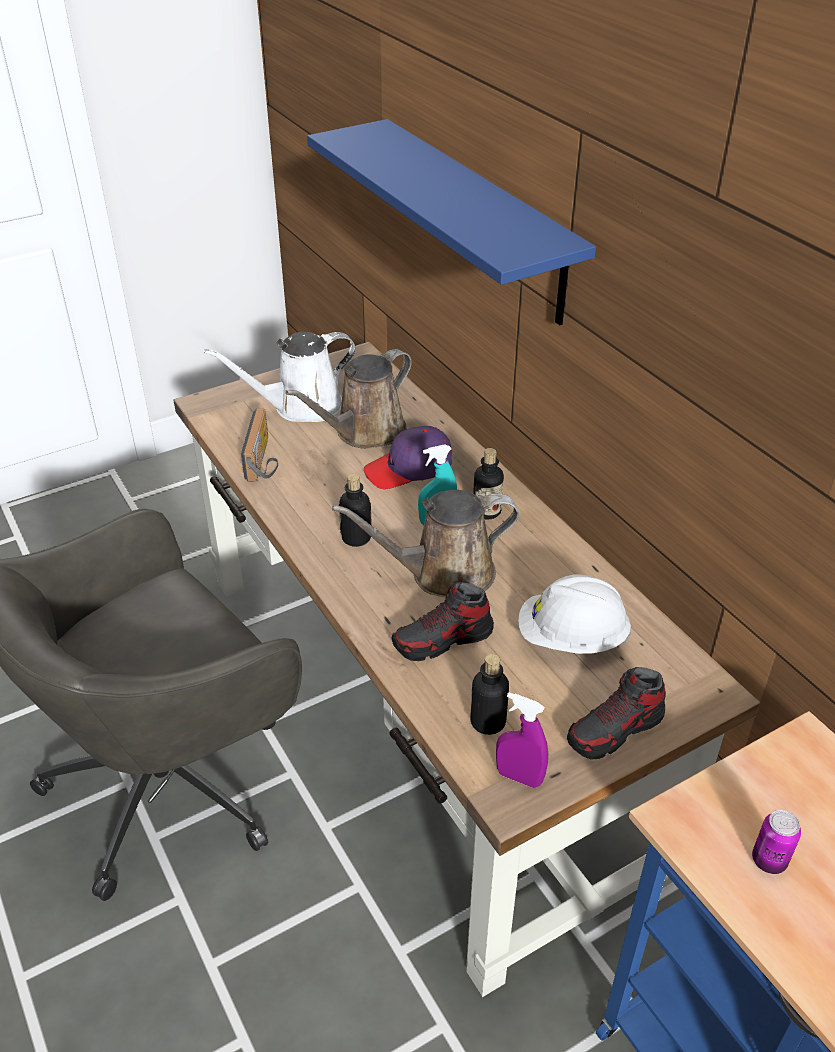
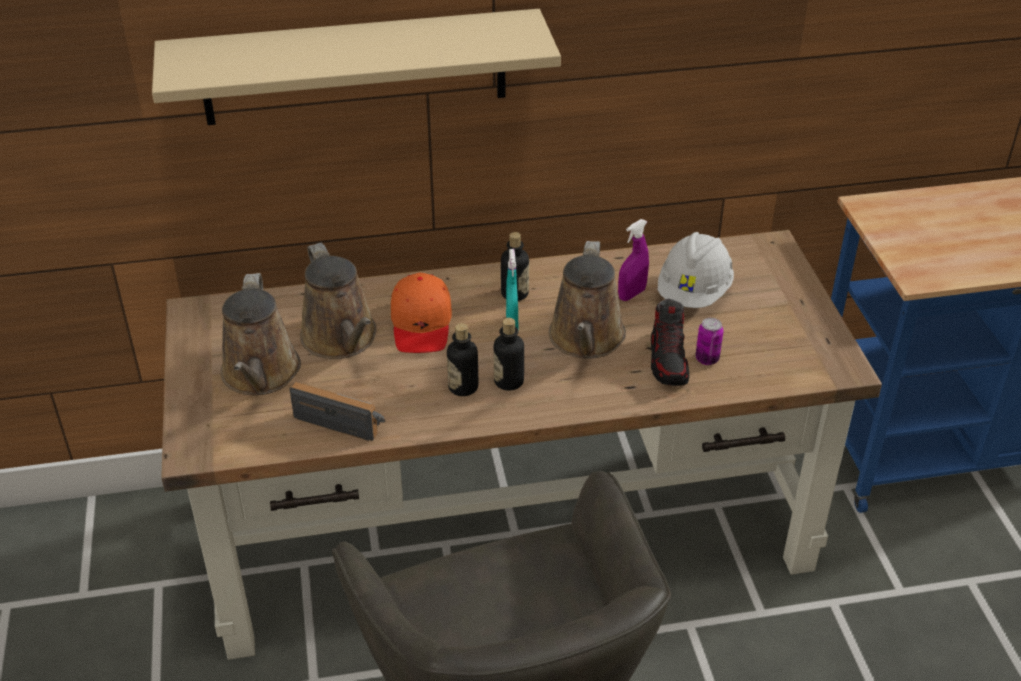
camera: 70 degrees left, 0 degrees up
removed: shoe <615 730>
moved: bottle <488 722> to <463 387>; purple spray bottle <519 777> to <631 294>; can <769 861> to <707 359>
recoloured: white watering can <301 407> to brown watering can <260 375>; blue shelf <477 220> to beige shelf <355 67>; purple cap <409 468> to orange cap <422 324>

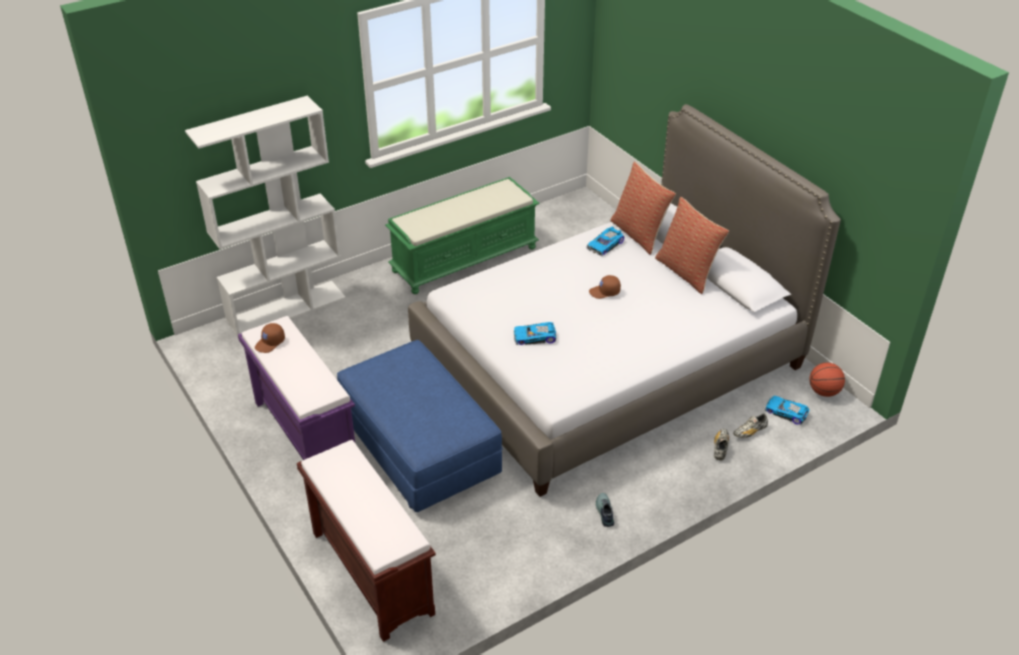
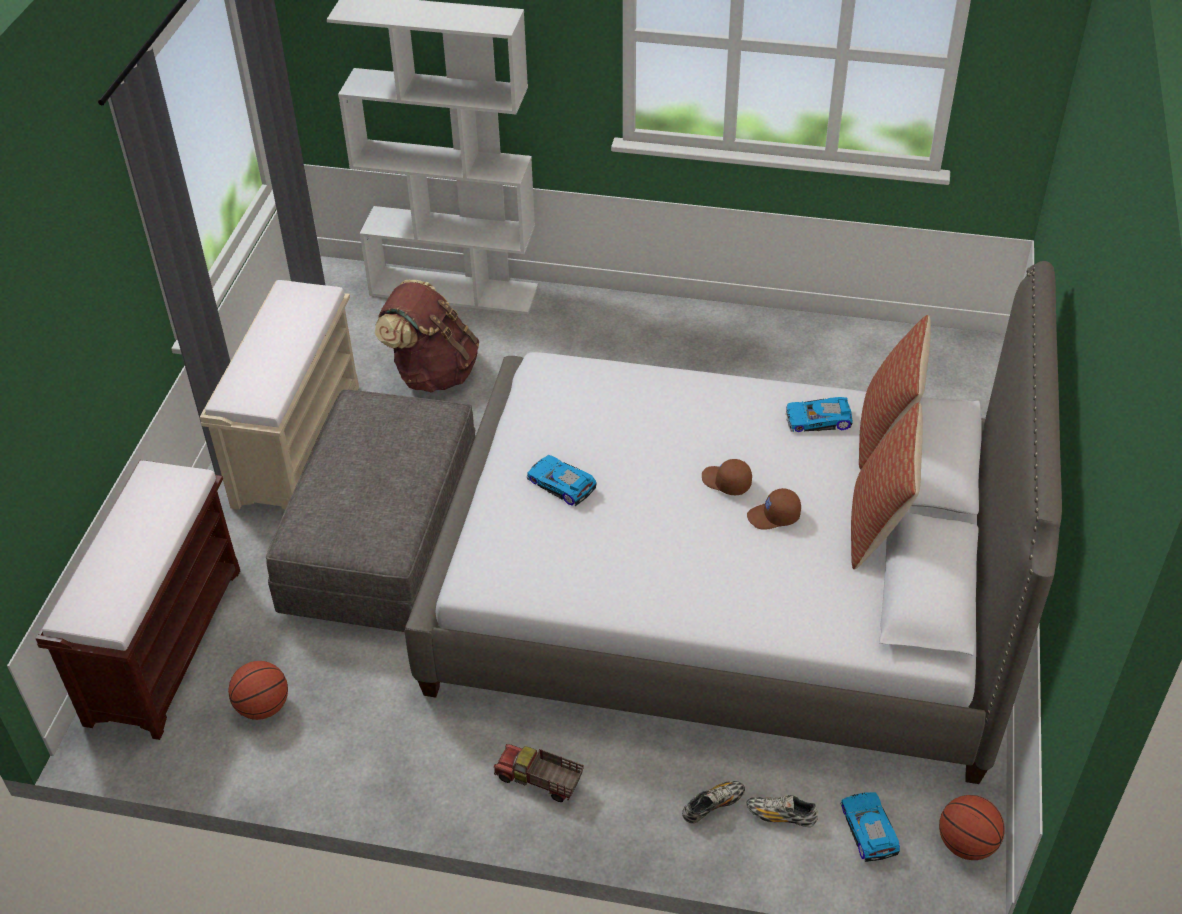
camera: 45 degrees right, 5 degrees up
removed: green bench <465 258>; shoe <604 512>
added: basketball <263 707>; brown backpack <433 373>; toy truck <539 781>
moved: brown cap <270 343> to <774 517>
recoloured: purple bench <304 433> to beige bench <297 443>; blue ottoman <420 445> to grey ottoman <383 539>

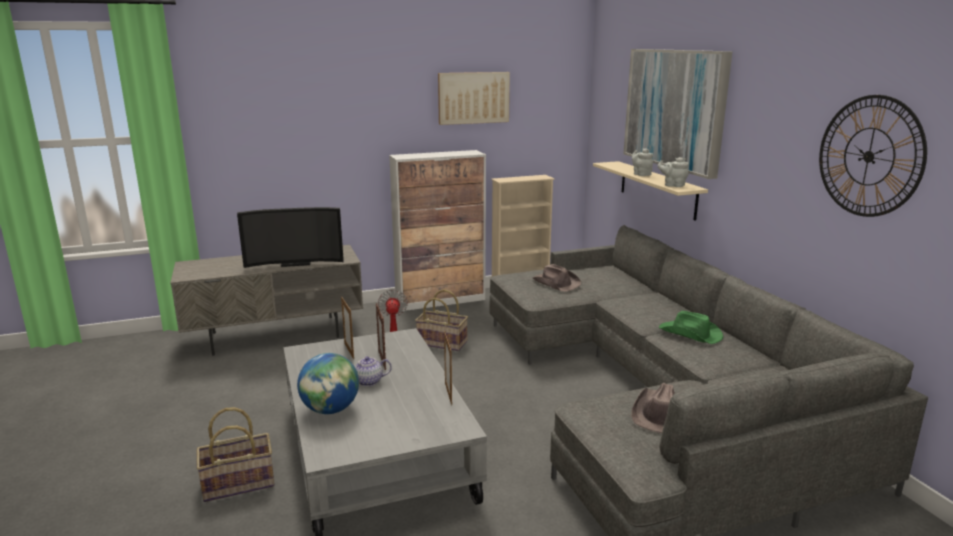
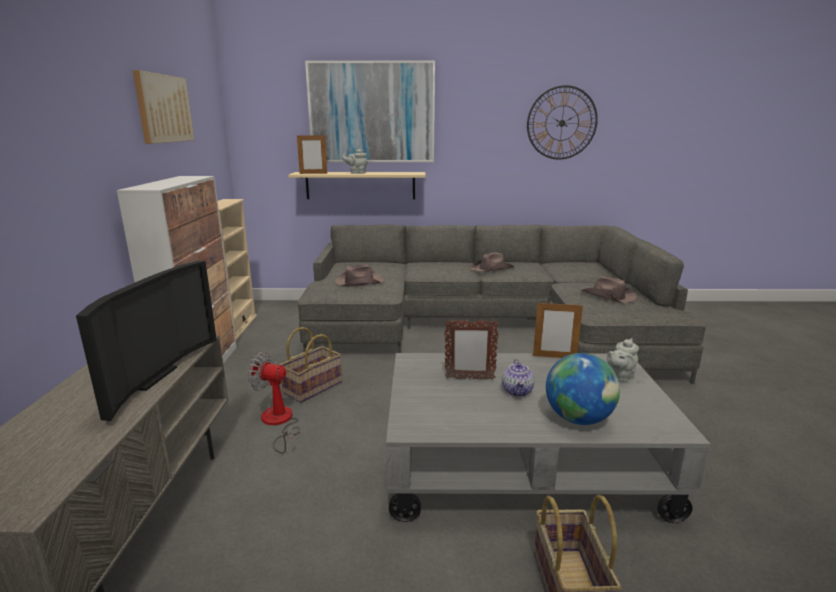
camera: 70 degrees left, 0 degrees up
moved: picture frame <349 351> to <313 173>; grey teapot <673 185> to <620 377>
recoloured: green hat <690 334> to brown hat <492 268>

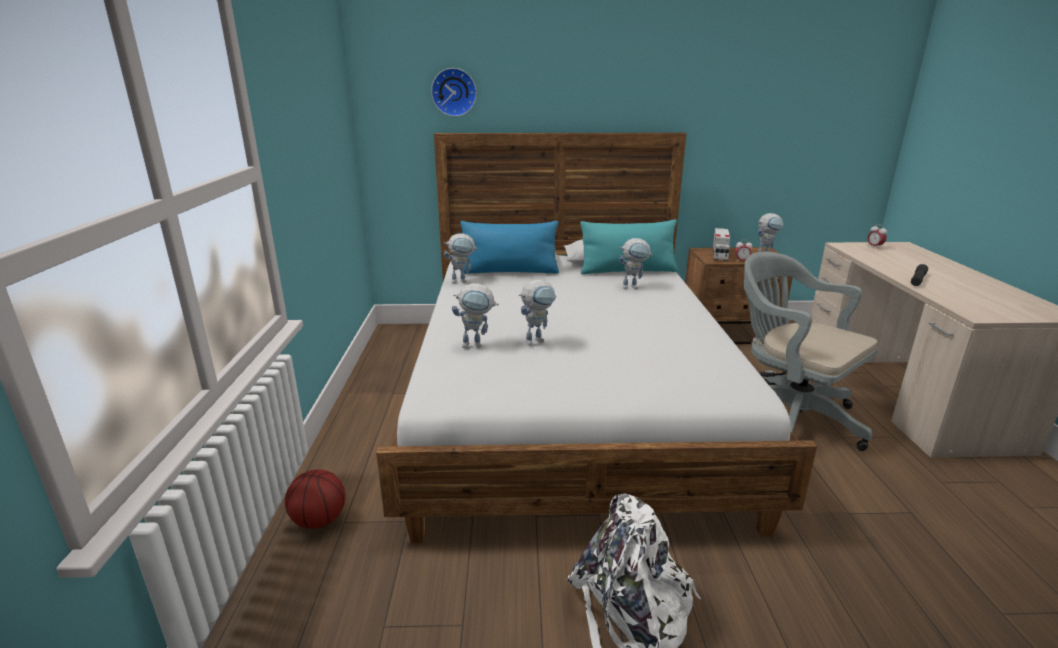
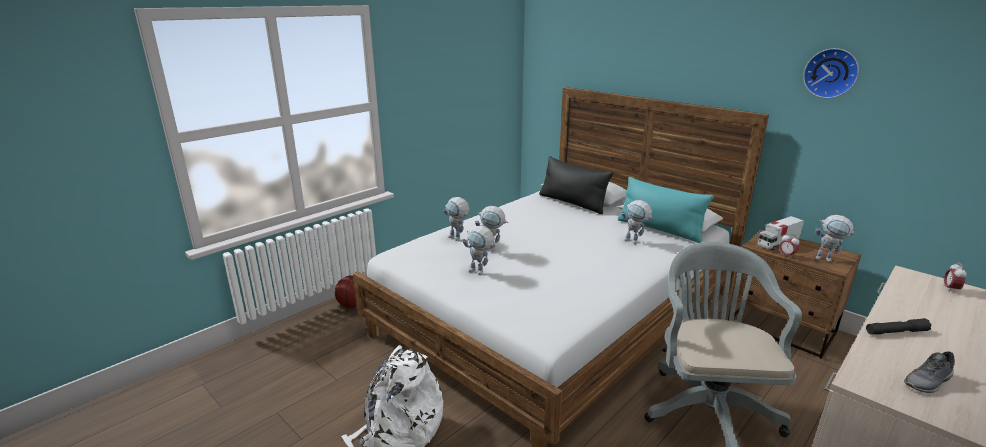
camera: 45 degrees right, 0 degrees up
added: grey shoe <928 382>
moved: wall clock <454 92> to <831 73>; toy robot <462 281> to <480 272>
recoloured: blue pillow <509 271> to black pillow <572 203>

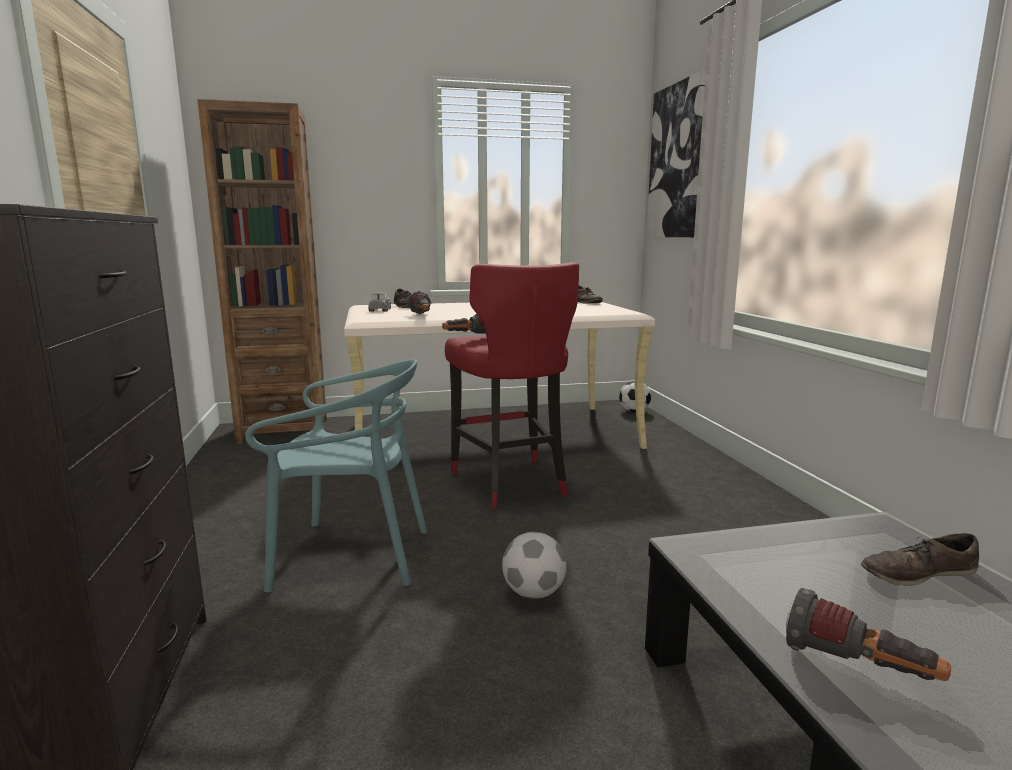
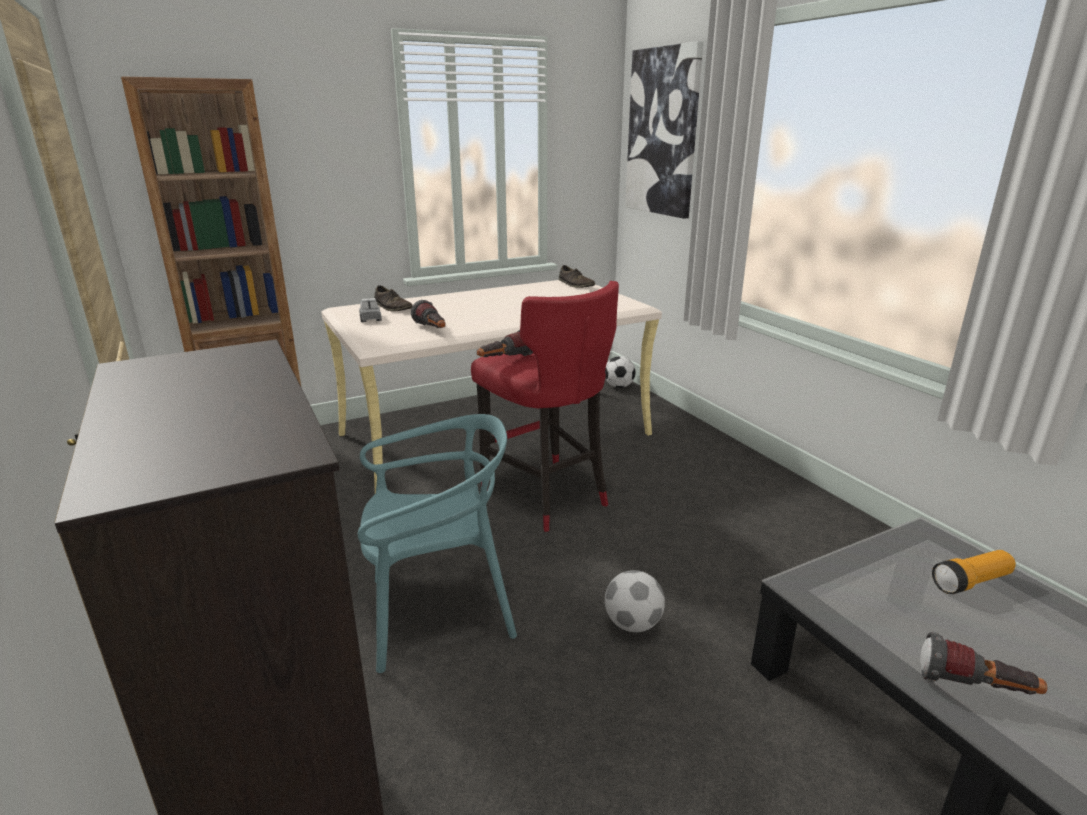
camera: 15 degrees left, 10 degrees up
replaced: brown shoe <917 573> to flashlight <971 582>

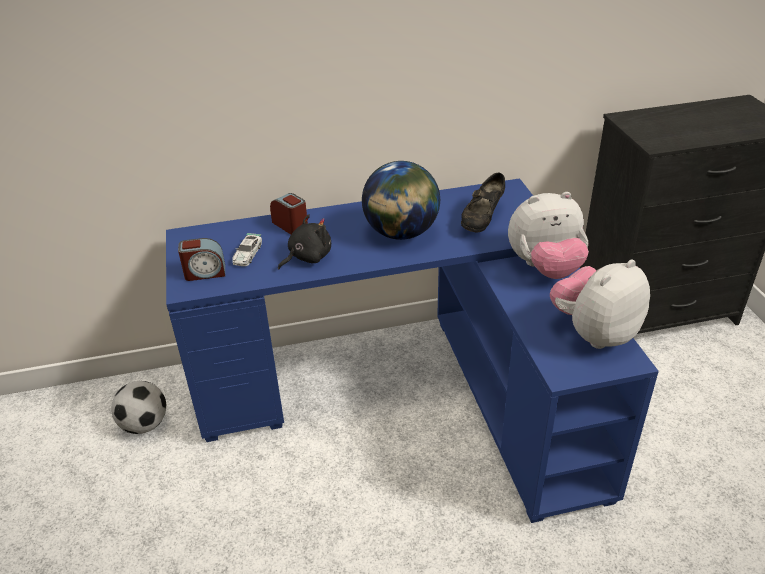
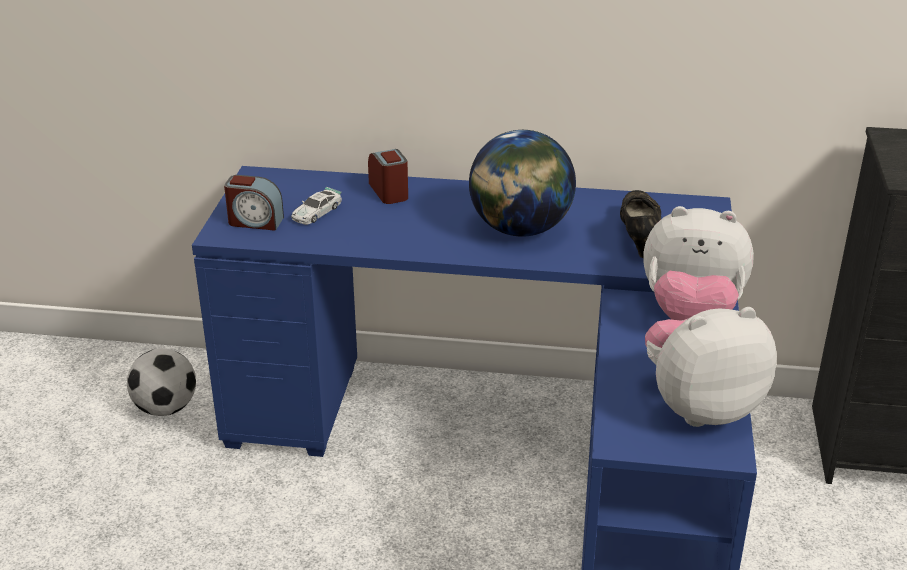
camera: 20 degrees right, 5 degrees down
removed: black plush toy <307 257>
turned: black shoe <482 220> = <638 237> 135 degrees clockwise

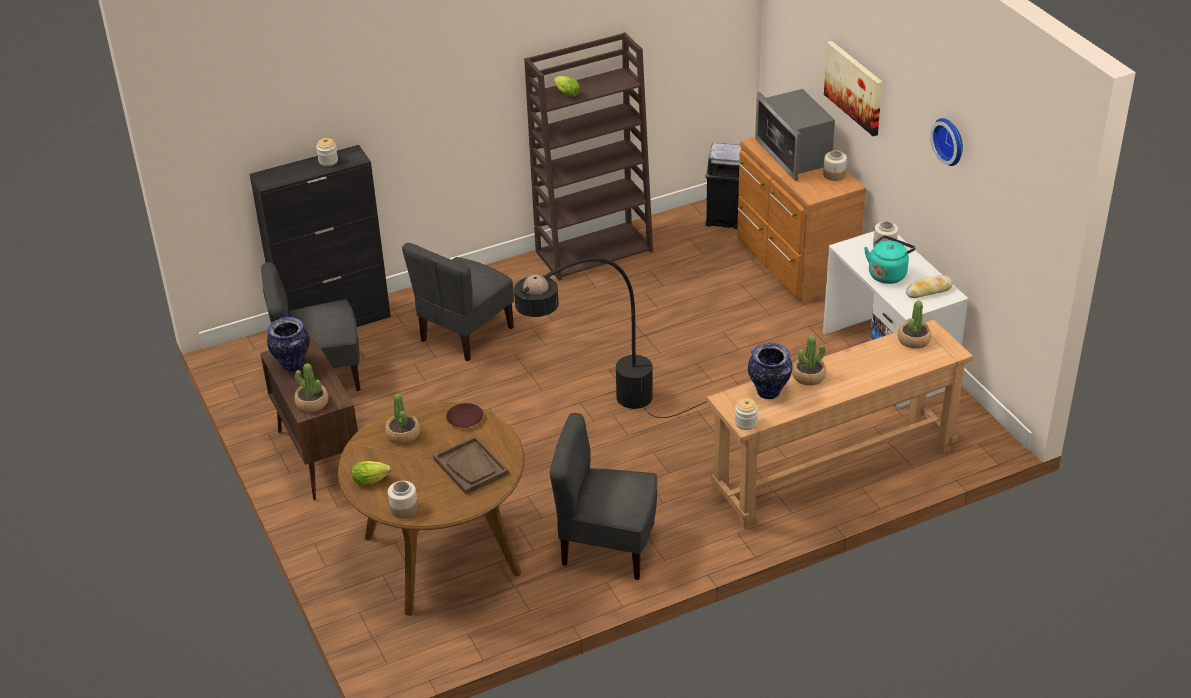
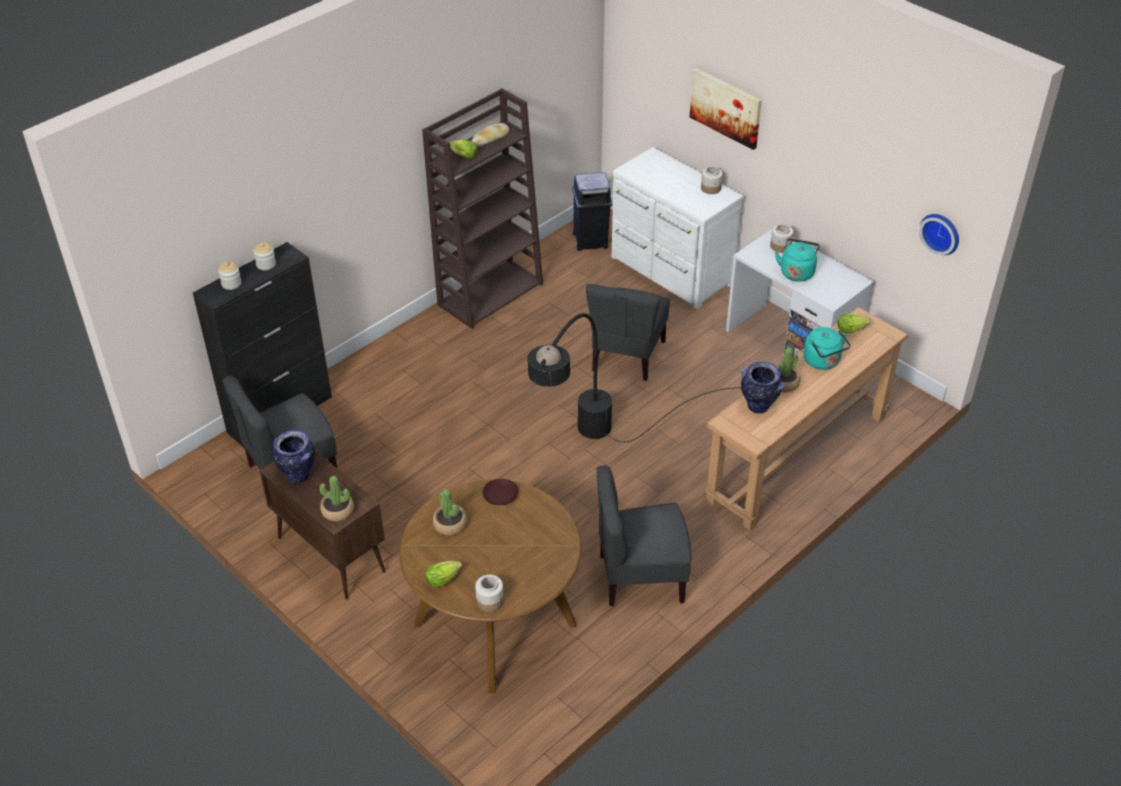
camera: 20 degrees left, 5 degrees up
removed: brown tray <471 467>; microwave <794 154>
added: turquoise kettle <823 362>
moved: grey chair <465 334> to <627 356>; jar <746 423> to <231 284>; bread <928 291> to <490 138>; wall clock <950 140> to <941 232>
replaced: potted plant <913 340> to lettuce <852 330>
recoloured: brown dresser <793 264> to white dresser <670 272>

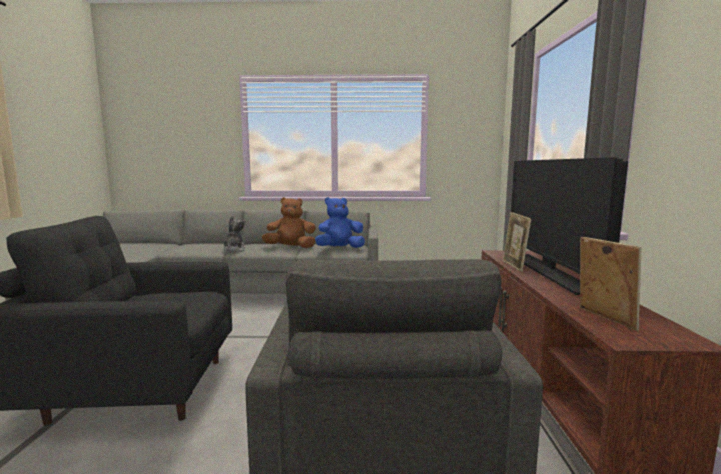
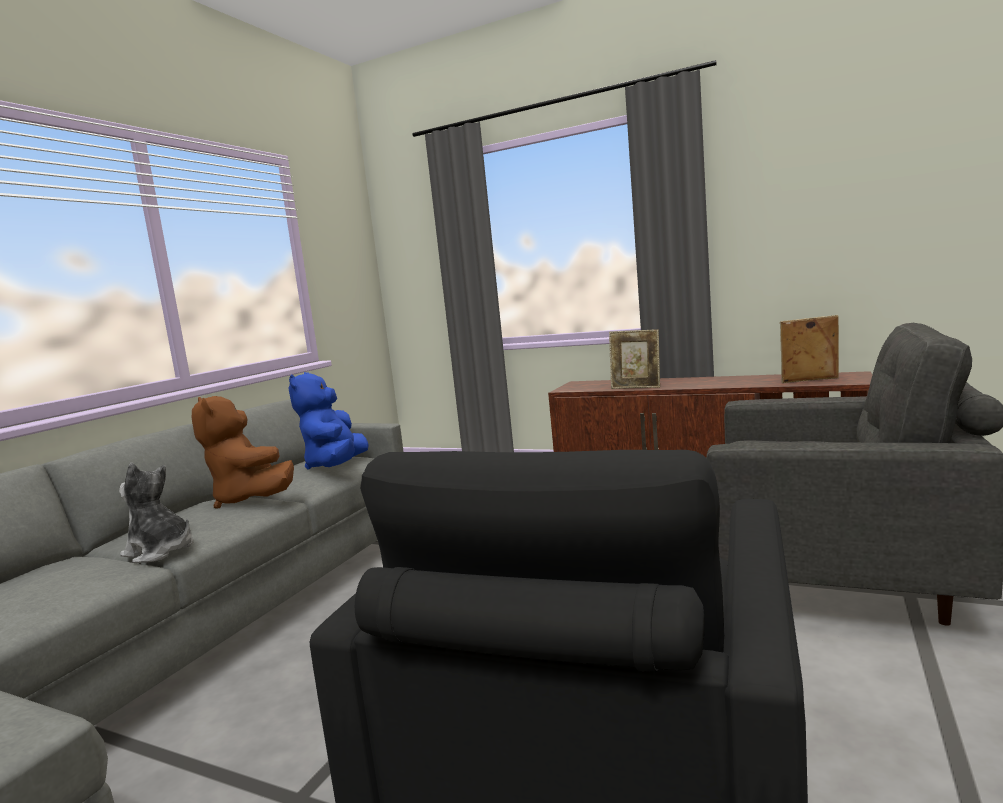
camera: 65 degrees left, 0 degrees up
removed: television <549 272>
turned: brown plush toy <291 248> = <250 500> 60 degrees counterclockwise

